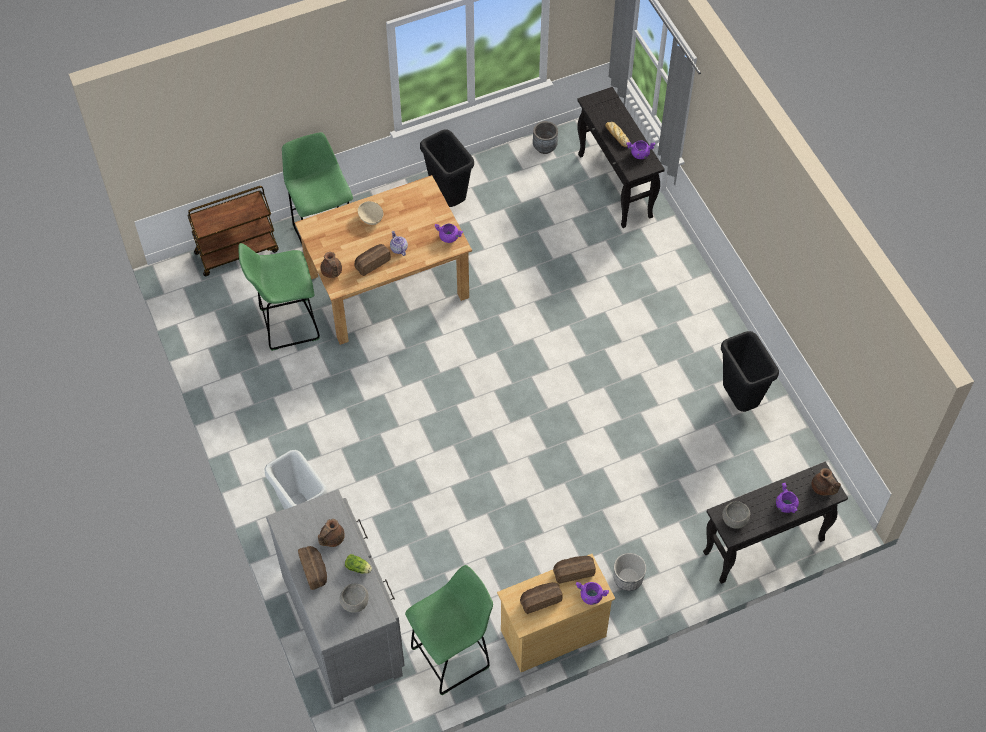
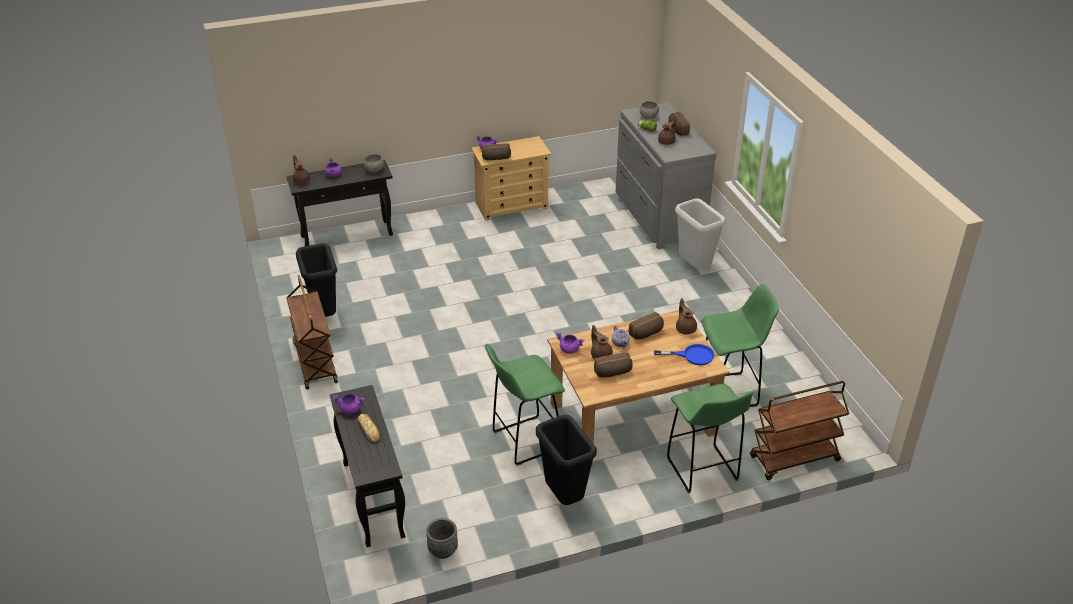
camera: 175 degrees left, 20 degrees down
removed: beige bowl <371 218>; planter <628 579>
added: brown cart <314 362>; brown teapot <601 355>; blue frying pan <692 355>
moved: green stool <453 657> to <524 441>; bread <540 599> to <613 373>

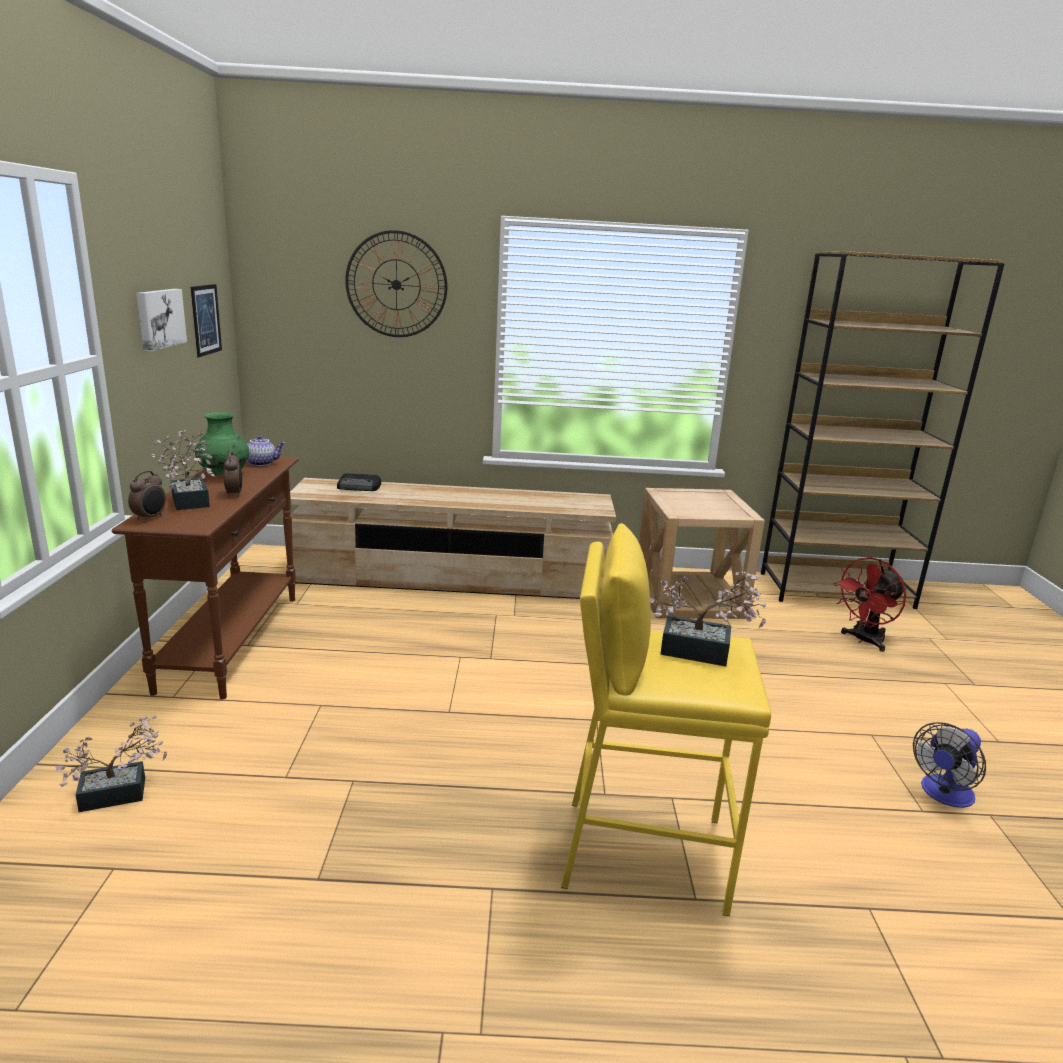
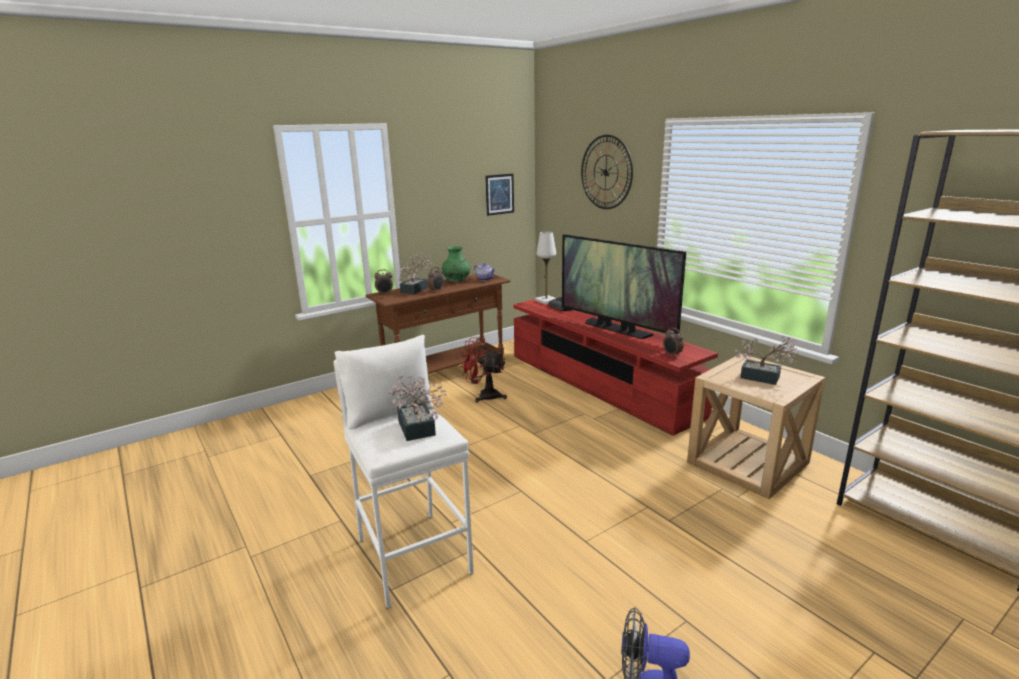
camera: 55 degrees right, 0 degrees up
removed: picture <159 318>
added: white table lamp <546 301>; television <616 329>; alarm clock <672 355>
moved: potted plant <121 793> to <764 378>; red fan <864 640> to <484 396>
recoloured: beige tv stand <452 578> to red tv stand <600 385>; yellow stool <643 852> to white stool <413 556>

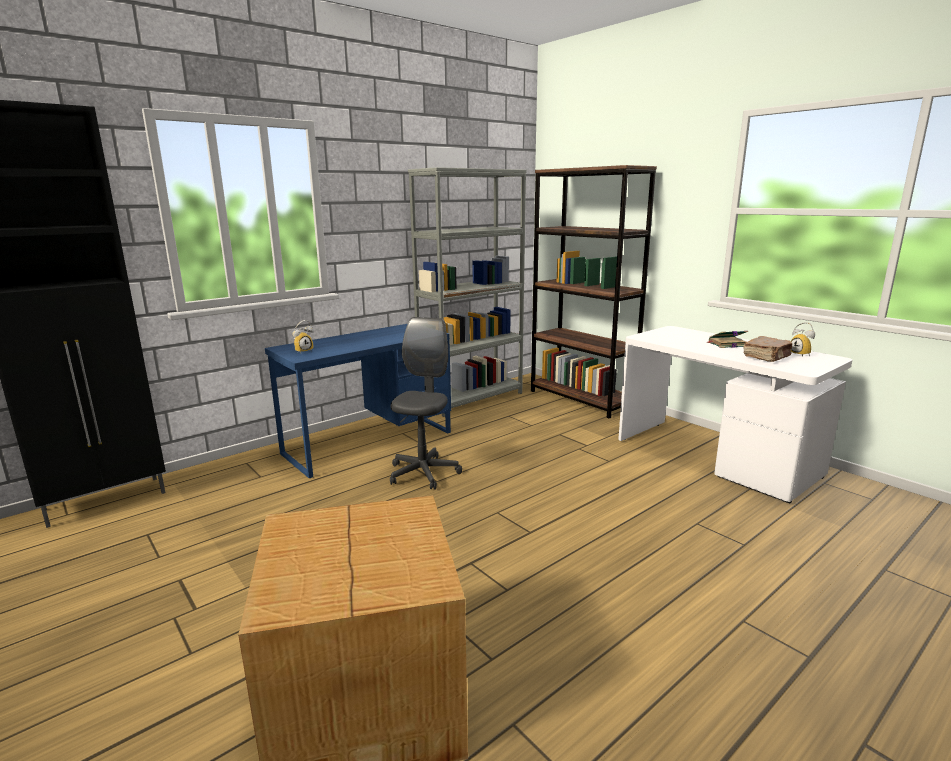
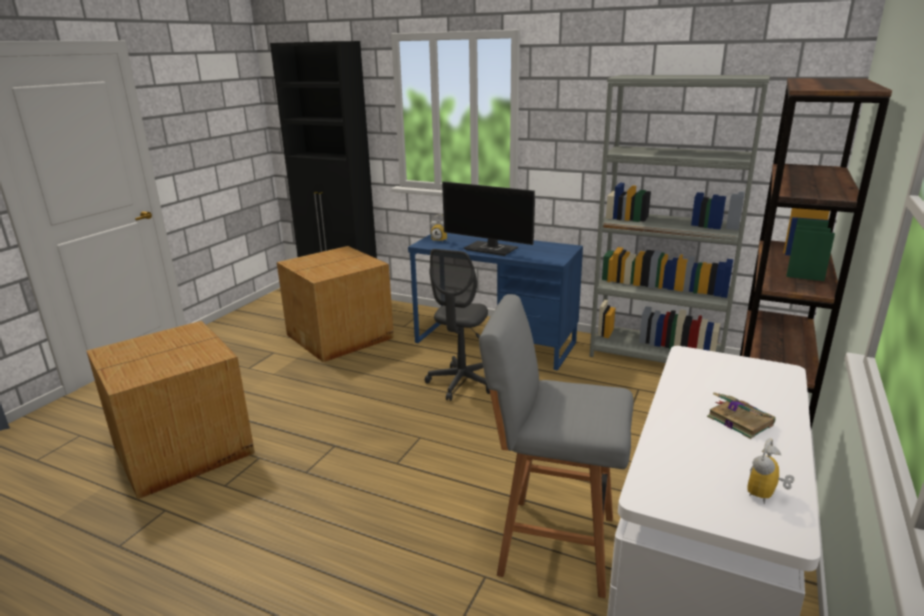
camera: 65 degrees right, 5 degrees up
removed: brown book <767 357>
added: cardboard box <341 336>; monitor <492 249>; grey stool <552 543>
turned: grey office chair <423 473> = <461 383> 120 degrees clockwise

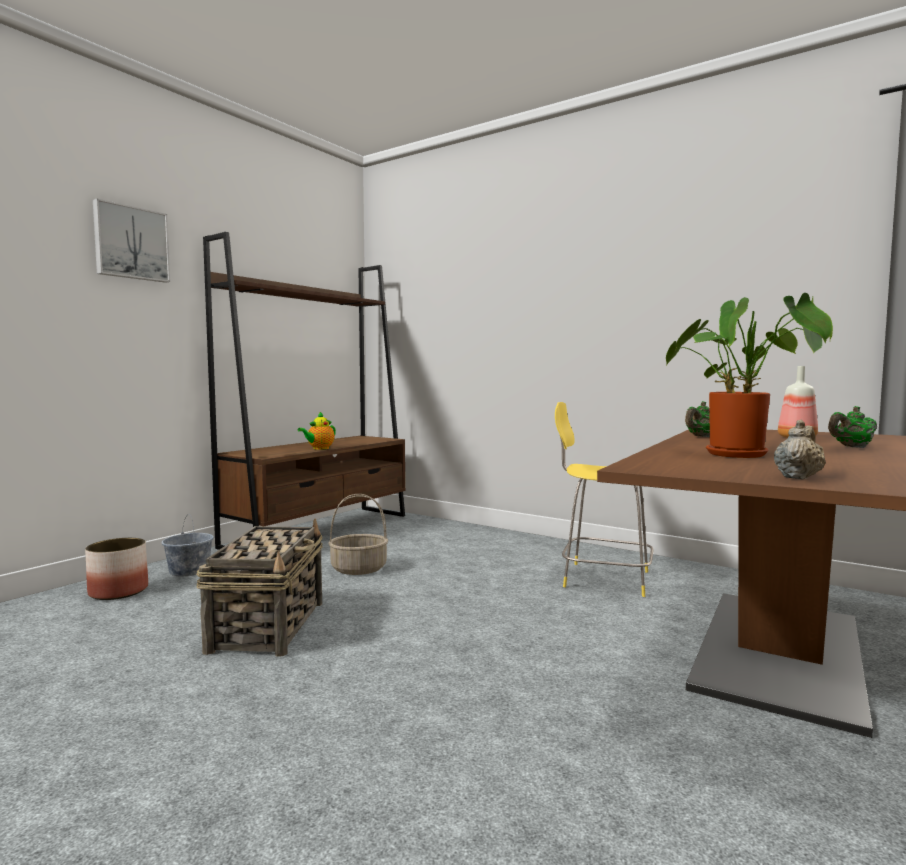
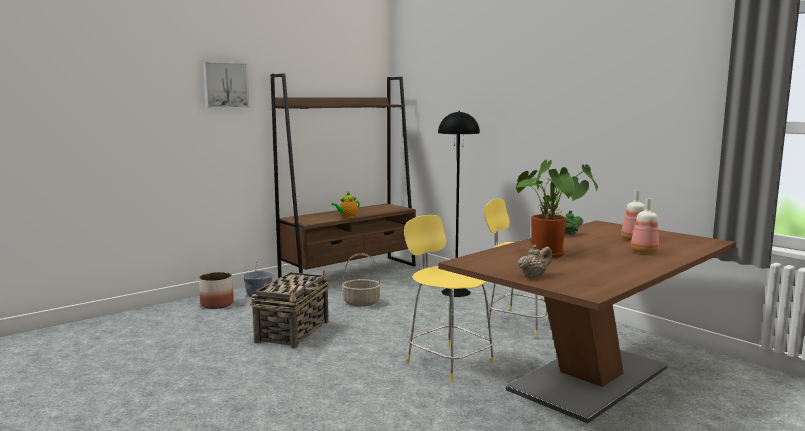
camera: 15 degrees right, 5 degrees up
added: yellow stool <448 362>; black floor lamp <455 292>
replaced: green teapot <852 447> to bottle <643 252>

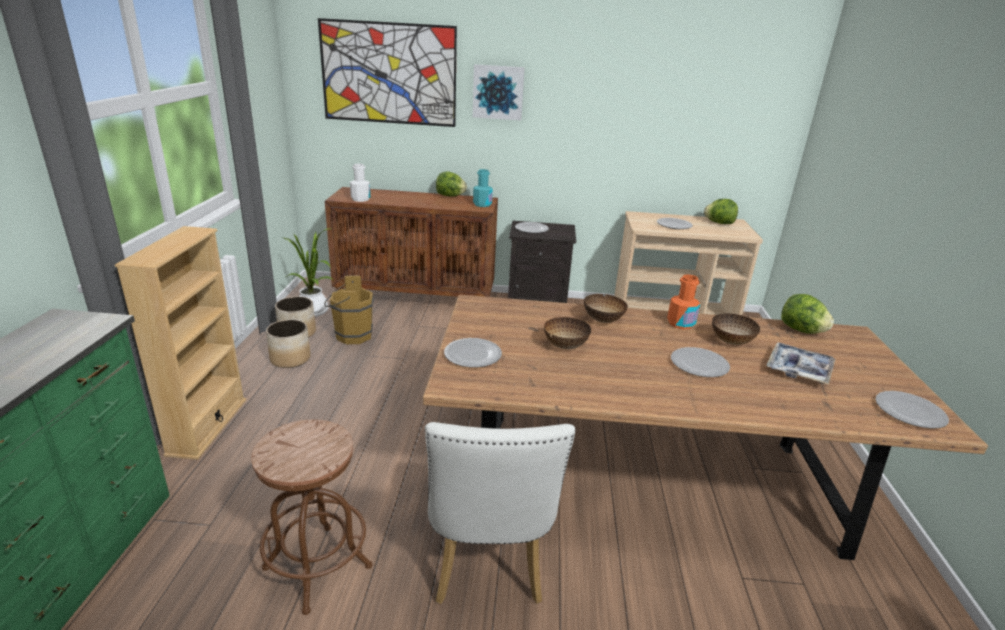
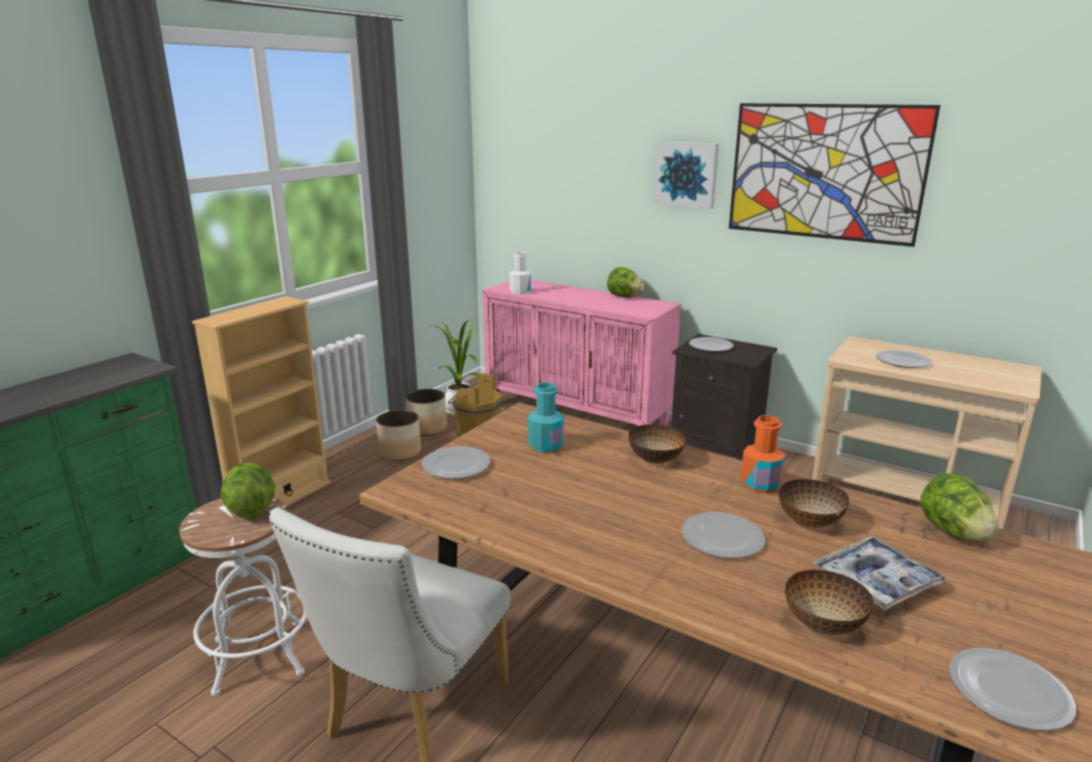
camera: 30 degrees right, 5 degrees down
moved: picture <388 74> to <824 172>; turquoise bottle <482 204> to <545 445>; bowl <565 345> to <823 624>; lettuce <719 223> to <250 510>
recoloured: brown stool <317 567> to white stool <258 656>; brown cabinet <417 298> to pink cabinet <578 414>

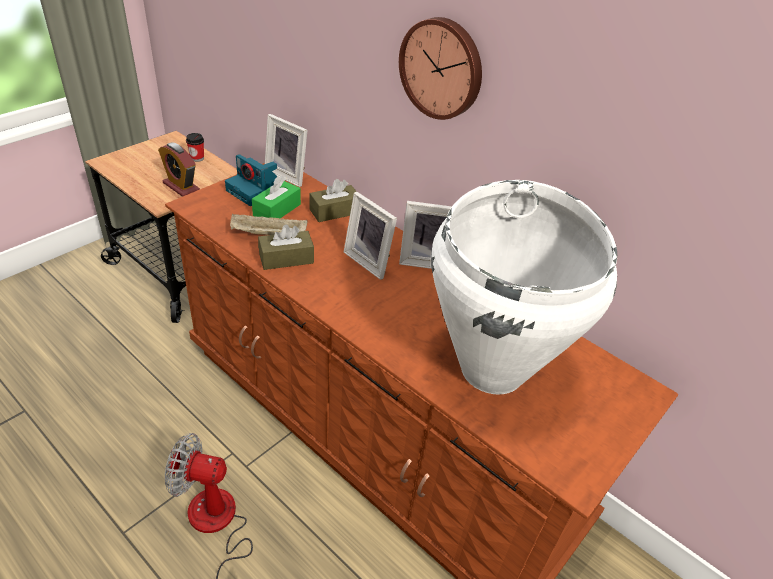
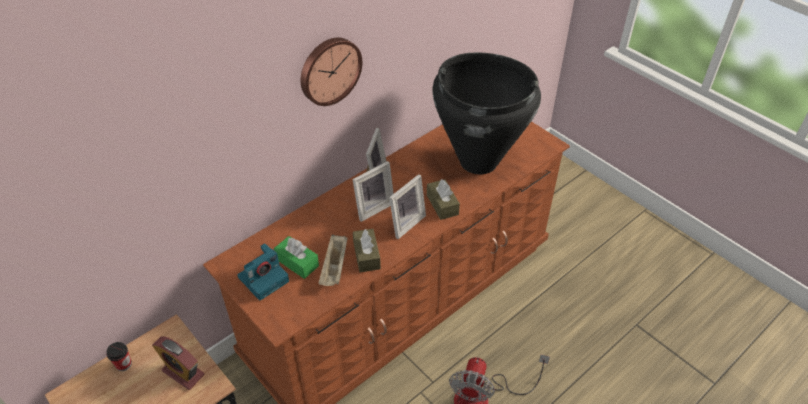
camera: 80 degrees left, 5 degrees up
moved: picture frame <288 175> to <405 223>; brown tissue box <334 211> to <442 205>
recoloured: white vase <492 370> to black vase <479 161>
turned: alarm clock <181 187> = <183 373> 75 degrees clockwise

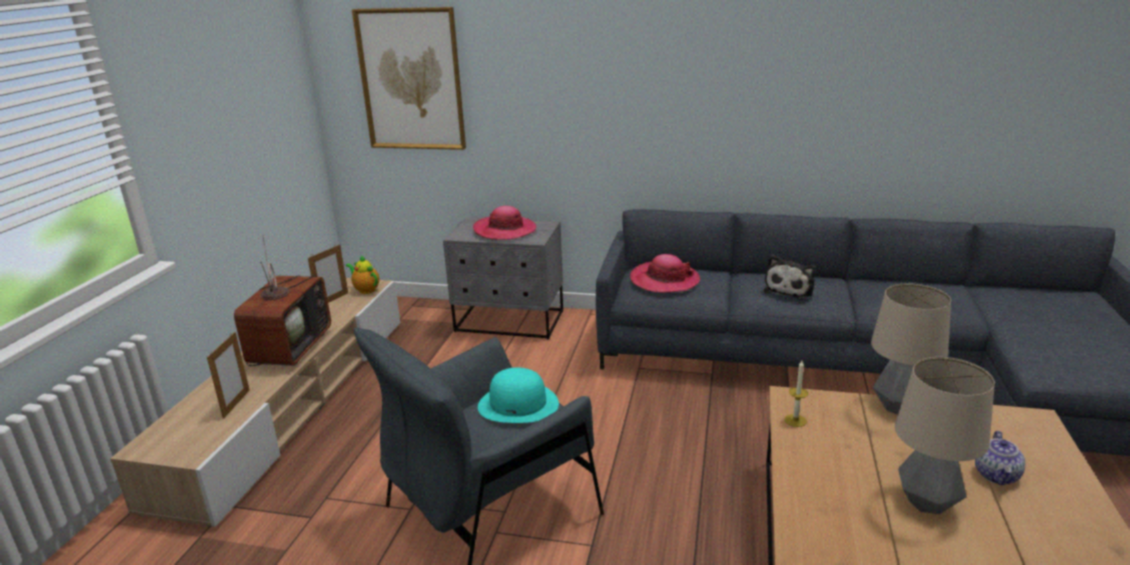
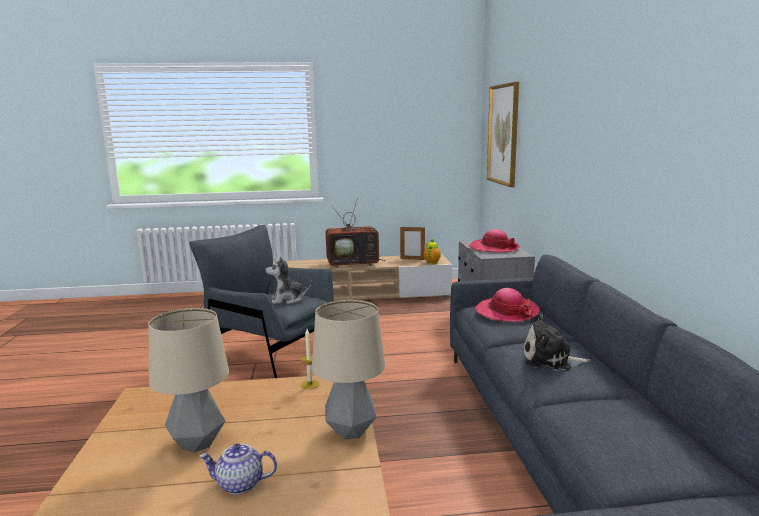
camera: 70 degrees right, 10 degrees down
removed: picture frame <236 404>
replaced: turquoise hat <518 404> to plush toy <288 299>

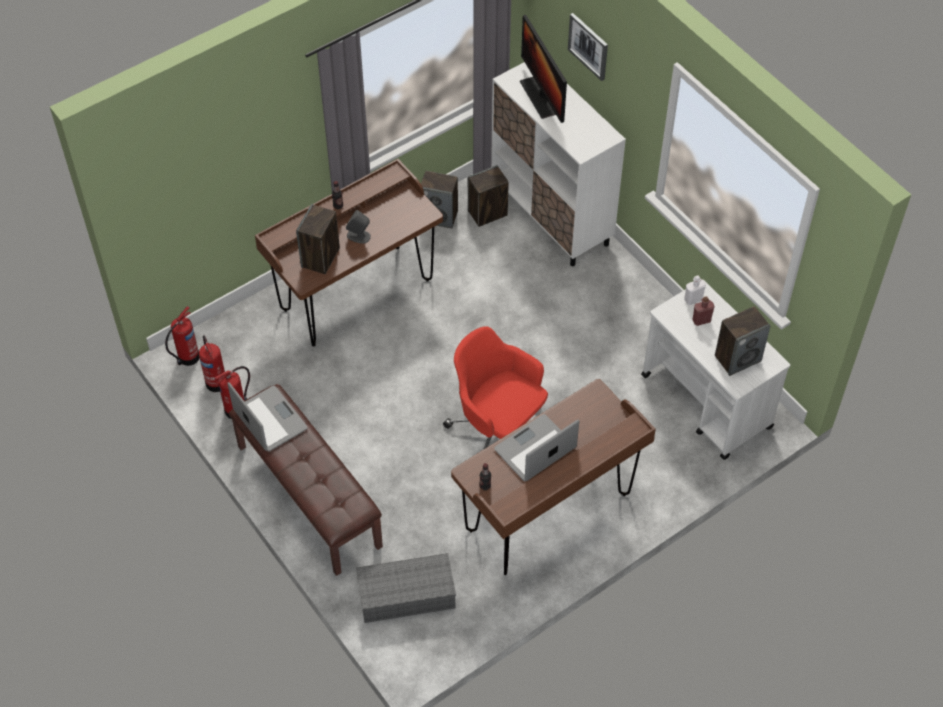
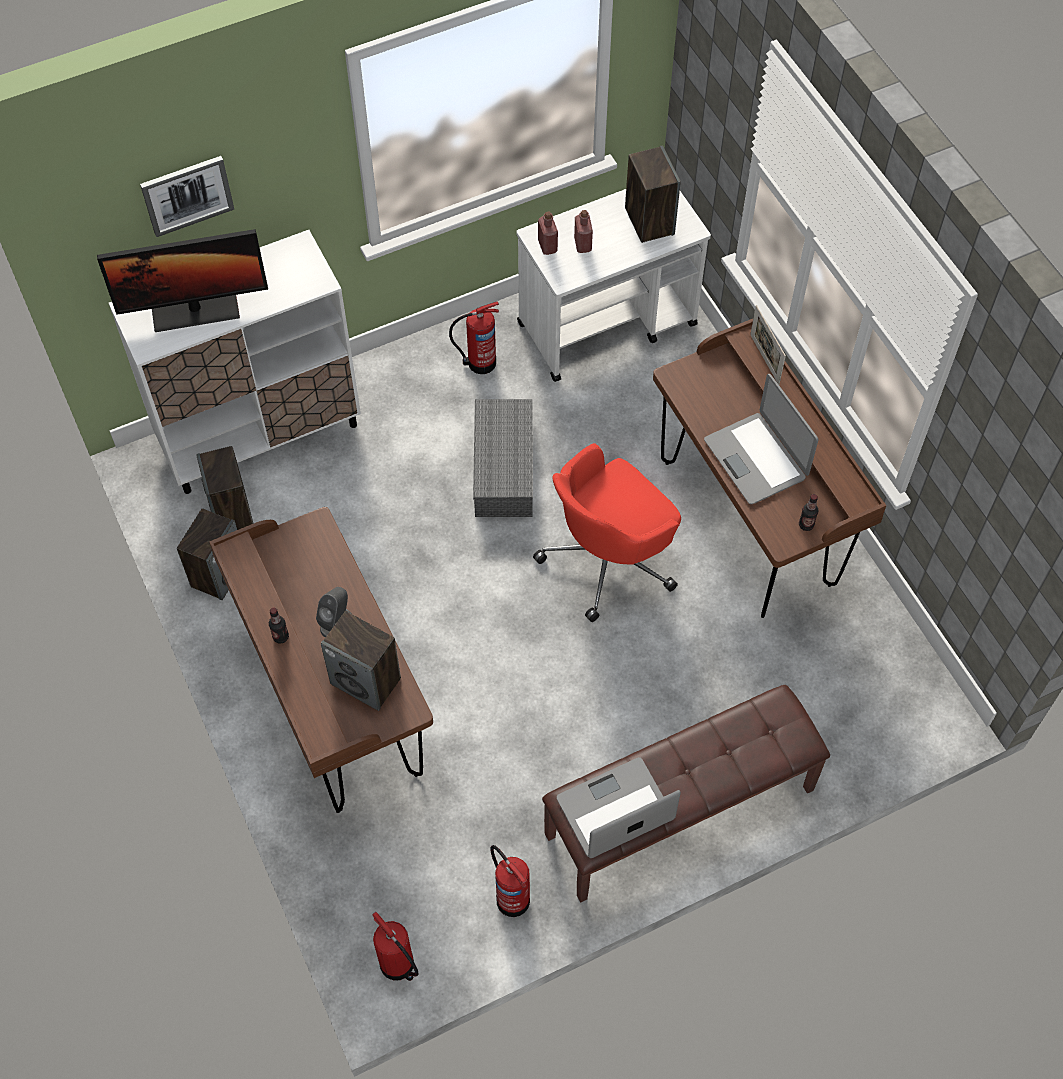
camera: 80 degrees left, 5 degrees up
added: picture frame <764 359>
moved: fire extinguisher <216 381> to <479 362>; grey storage box <405 596> to <505 470>
recoloured: white bottle <693 299> to red bottle <547 246>

